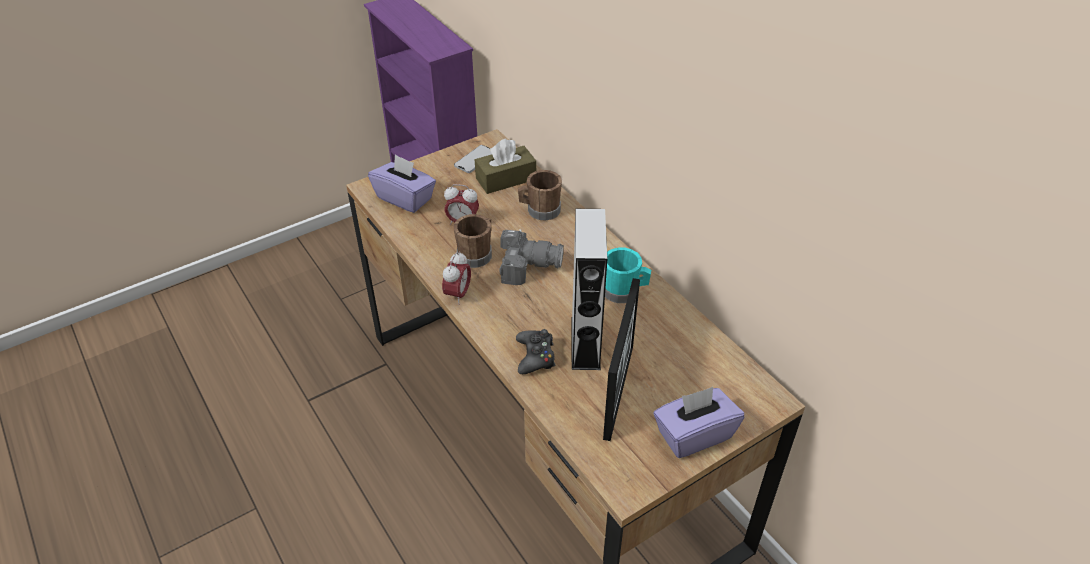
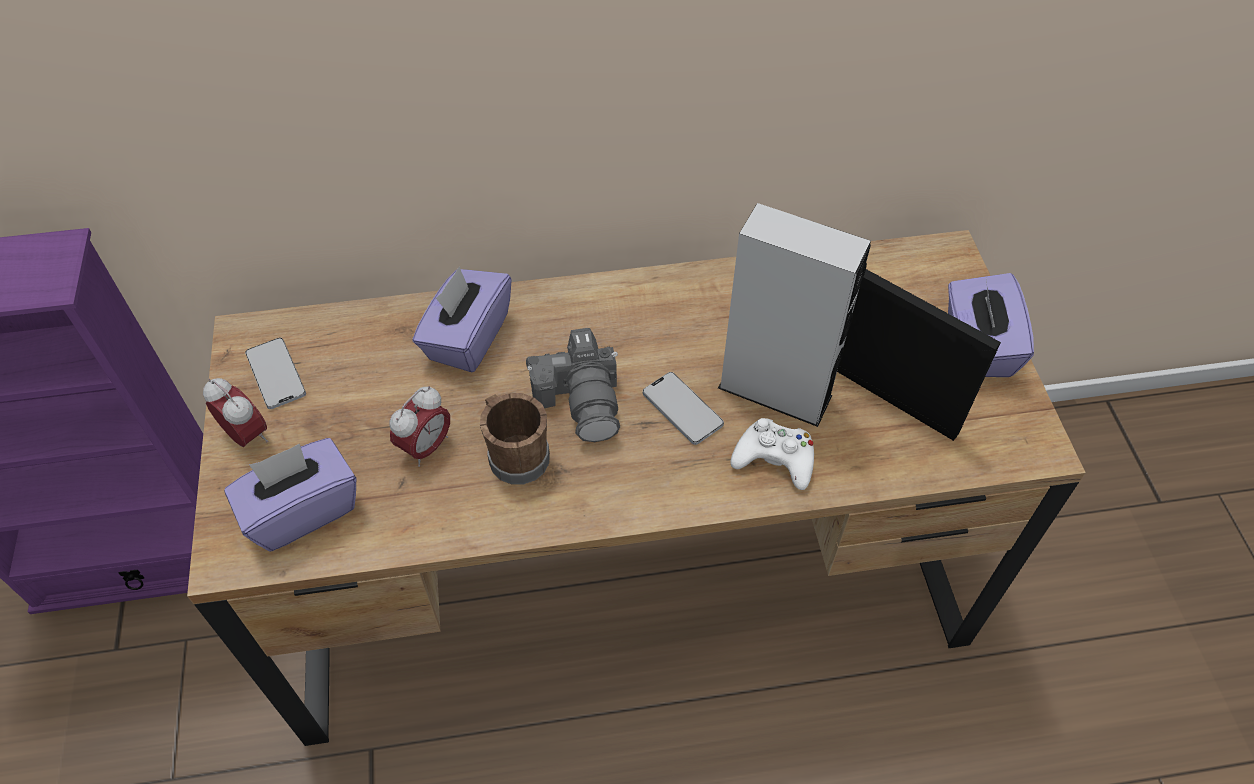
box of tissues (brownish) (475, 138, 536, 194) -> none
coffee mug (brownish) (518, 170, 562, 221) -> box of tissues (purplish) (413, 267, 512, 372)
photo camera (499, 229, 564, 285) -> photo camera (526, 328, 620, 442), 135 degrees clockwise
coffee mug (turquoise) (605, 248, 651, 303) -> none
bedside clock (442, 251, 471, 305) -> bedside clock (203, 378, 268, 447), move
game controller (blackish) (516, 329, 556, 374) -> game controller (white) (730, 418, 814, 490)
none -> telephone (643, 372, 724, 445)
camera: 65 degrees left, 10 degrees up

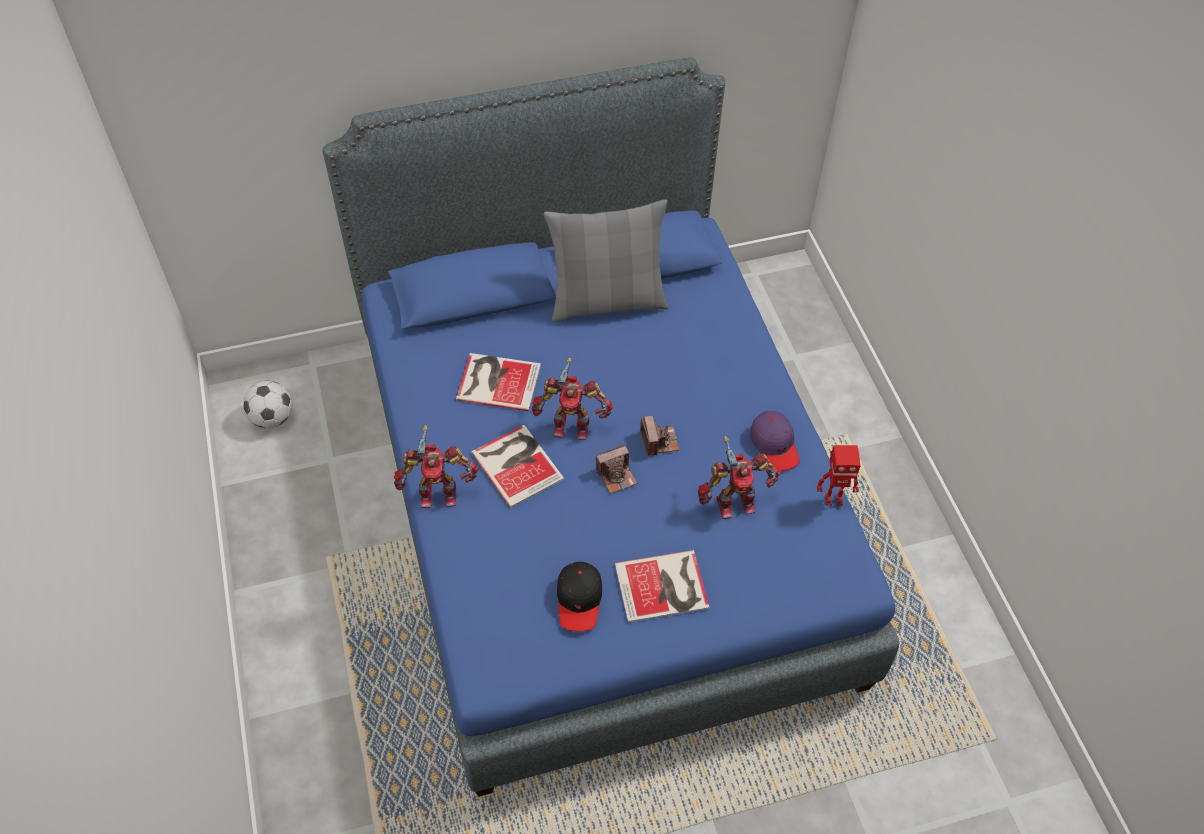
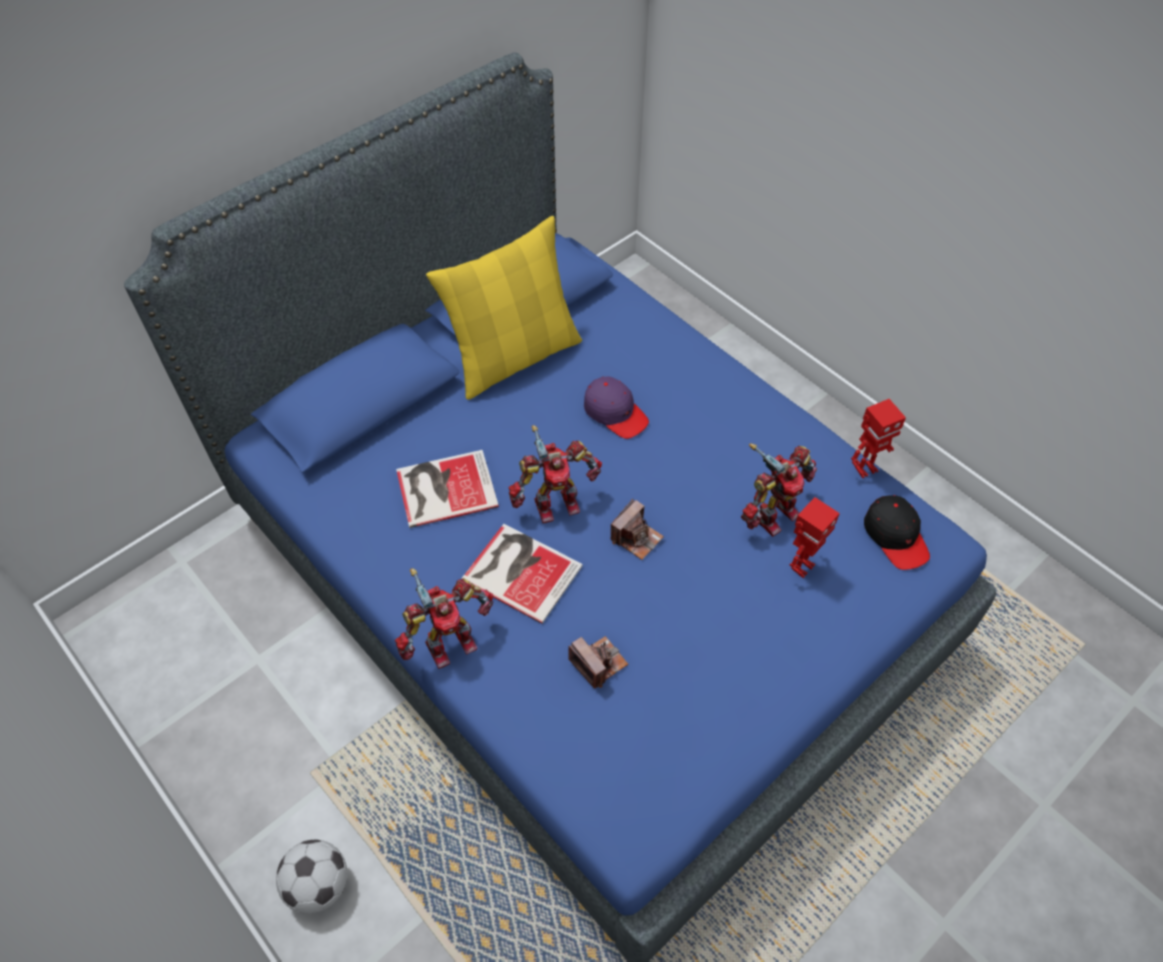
cushion (greyish) (544, 199, 668, 321) -> cushion (yellow) (426, 216, 582, 400)
football (243, 381, 292, 428) -> football (276, 840, 347, 914), move
cap (purplish) (750, 411, 799, 471) -> cap (purplish) (584, 376, 649, 439), move
photo camera (640, 416, 679, 457) -> photo camera (568, 636, 628, 689), move
book (615, 550, 709, 623) -> none
cap (blackish) (557, 562, 602, 632) -> cap (blackish) (864, 495, 930, 570), move
none -> model robot (790, 497, 840, 578)
camera: 25 degrees left, 0 degrees up

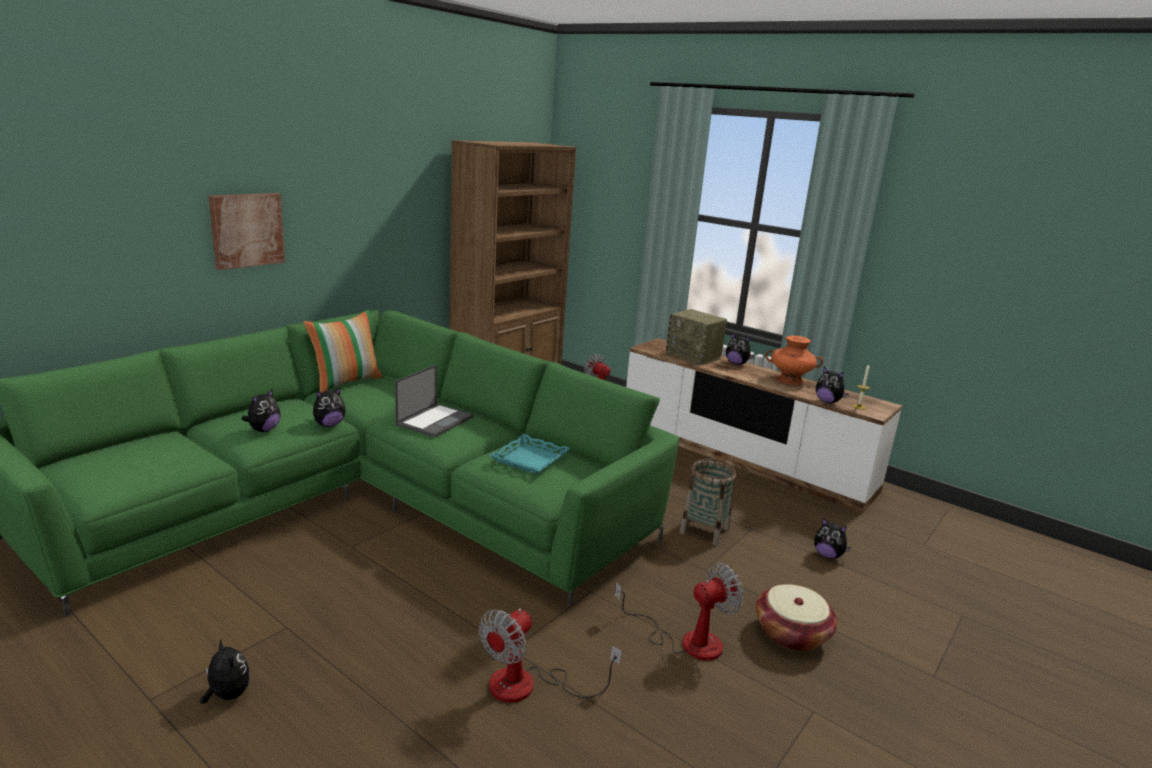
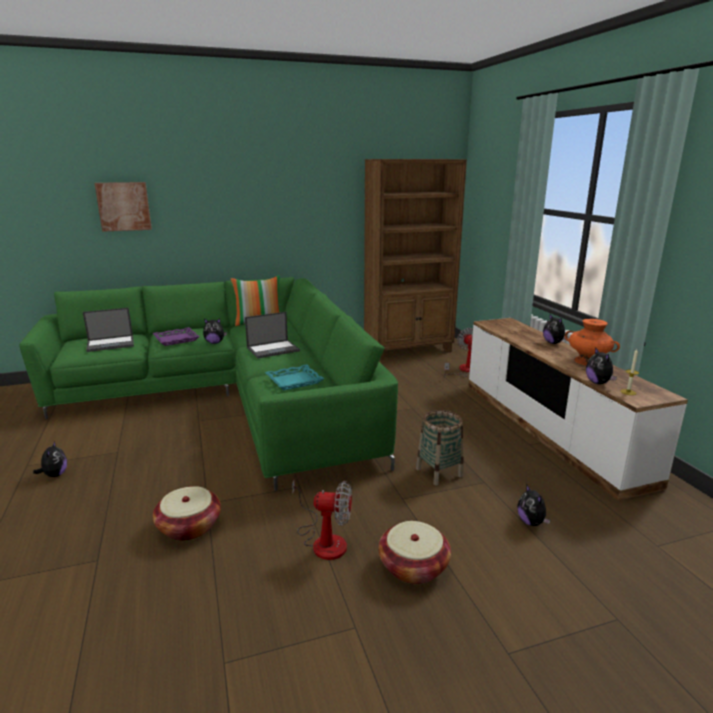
wall art (209, 193, 285, 270) -> wall art (94, 182, 152, 232), move
radio (666, 309, 727, 366) -> none
cuddly toy (242, 388, 281, 432) -> tray (purplish) (153, 327, 200, 346)
fan (479, 608, 622, 703) -> storage basket (153, 486, 221, 541)
none -> notebook computer (83, 308, 134, 352)
camera: 35 degrees right, 0 degrees up

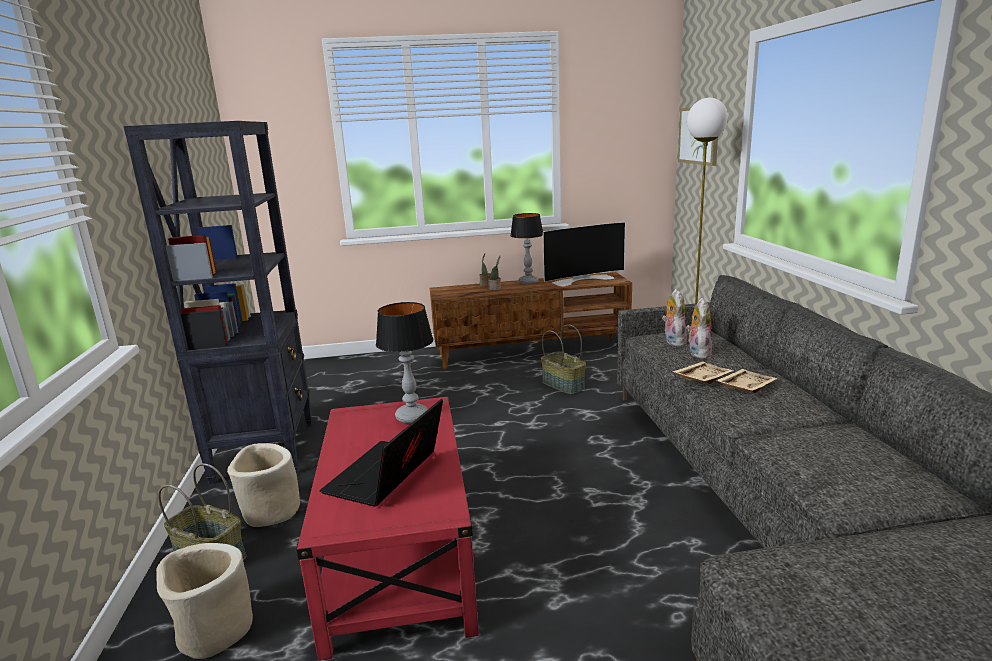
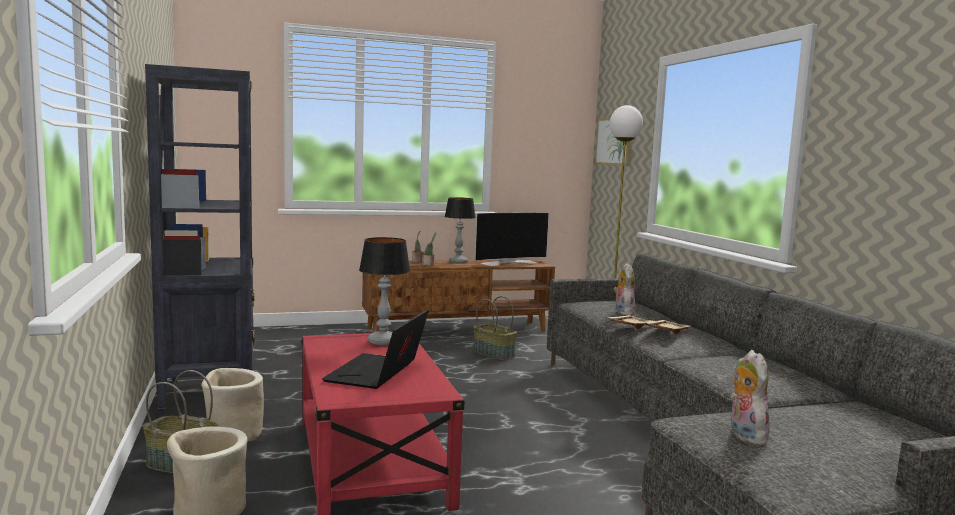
cuddly toy (662, 289, 687, 346) -> cuddly toy (730, 350, 770, 445), move
camera: 10 degrees left, 10 degrees down

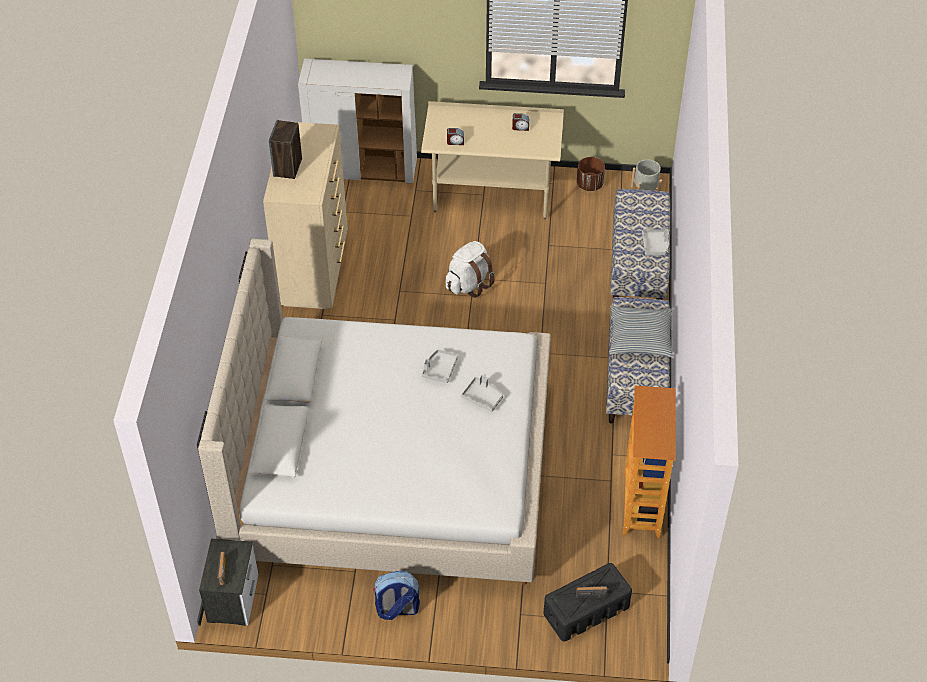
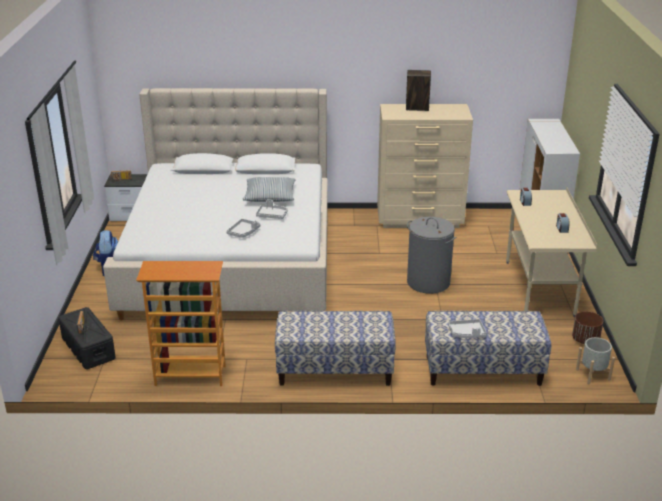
rucksack (white) (446, 241, 495, 298) -> hamper (greyish) (407, 217, 456, 294)
cushion (609, 305, 673, 357) -> cushion (243, 177, 296, 202), move
camera: 85 degrees right, 20 degrees down

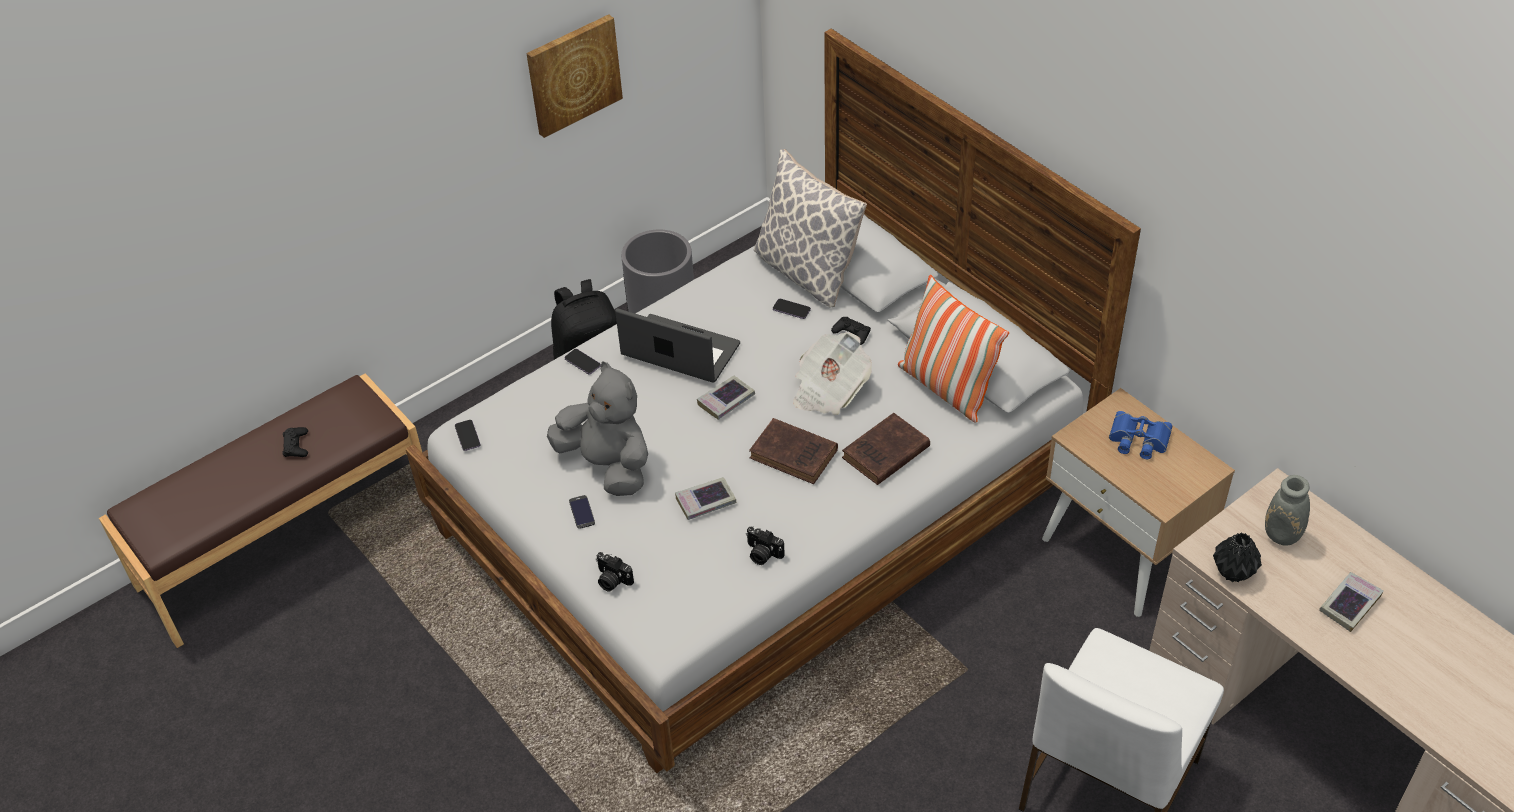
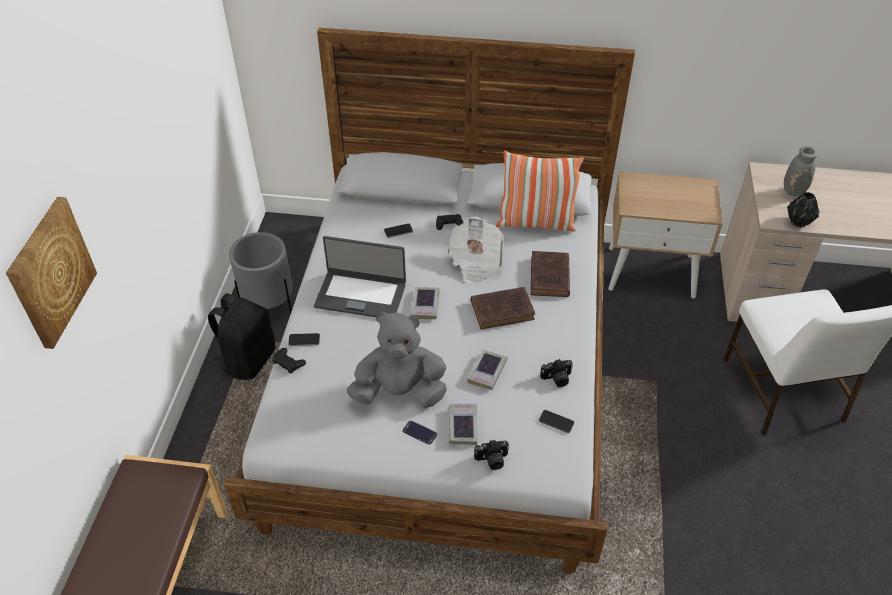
wall art (526, 14, 623, 138) -> wall art (6, 197, 97, 349), move
cushion (754, 149, 867, 308) -> none
notebook computer (615, 308, 740, 383) -> notebook computer (314, 236, 406, 317), 150 degrees counterclockwise
field glasses (blue-coloured) (1109, 411, 1172, 459) -> none
telephone (455, 420, 481, 451) -> telephone (539, 410, 574, 433), move
game controller (blackish) (282, 427, 308, 457) -> game controller (blackish) (272, 348, 306, 374), move
book (1319, 572, 1384, 632) -> book (449, 404, 477, 445), move
camera: 45 degrees left, 0 degrees up

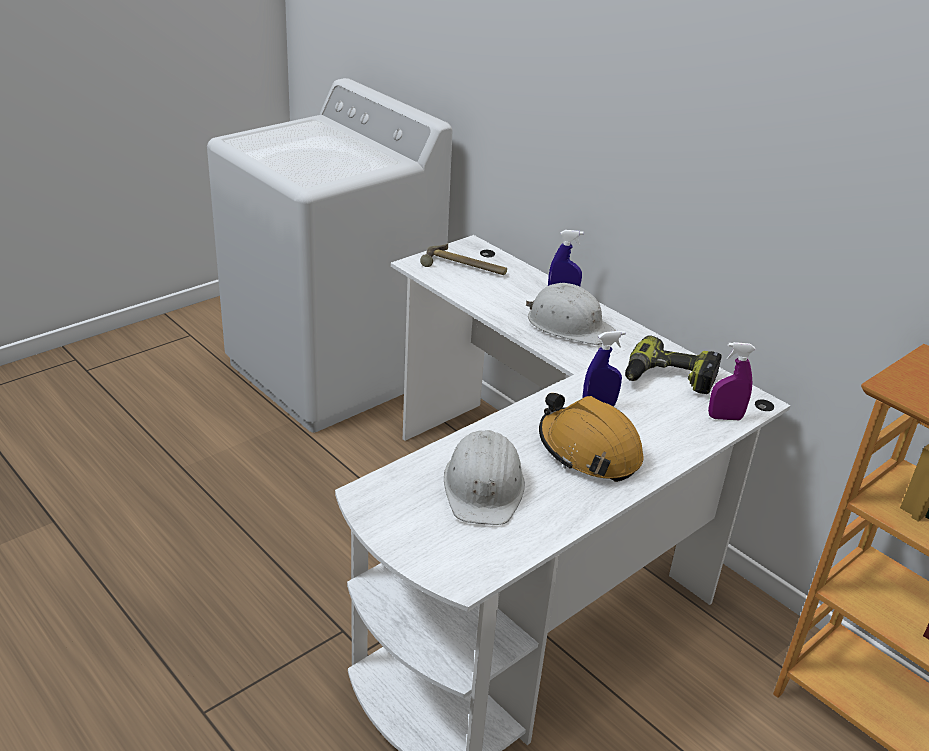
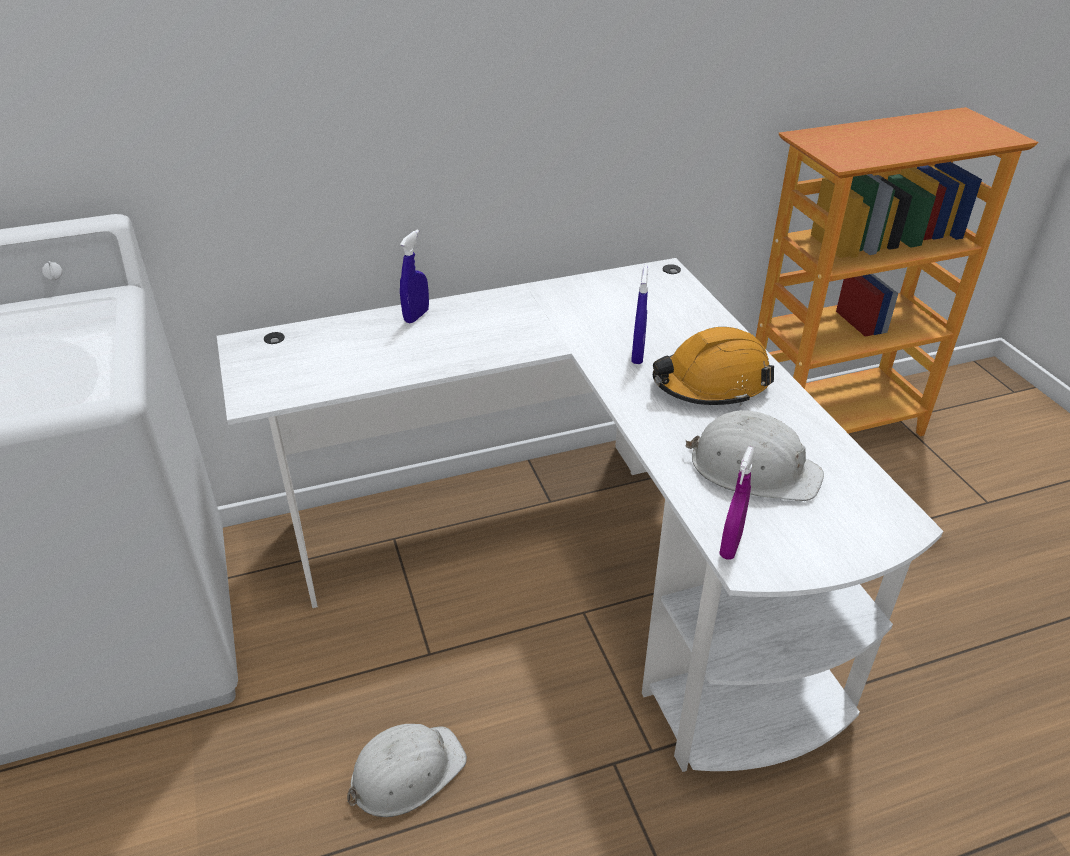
hand hammer (420, 244, 507, 275) -> none
work helmet (white) (526, 283, 616, 345) -> work helmet (white) (347, 724, 467, 817), move
electric drill (625, 335, 722, 394) -> none
spray bottle (purplish) (708, 342, 756, 420) -> spray bottle (purplish) (719, 446, 755, 560), move
camera: 65 degrees left, 5 degrees up

